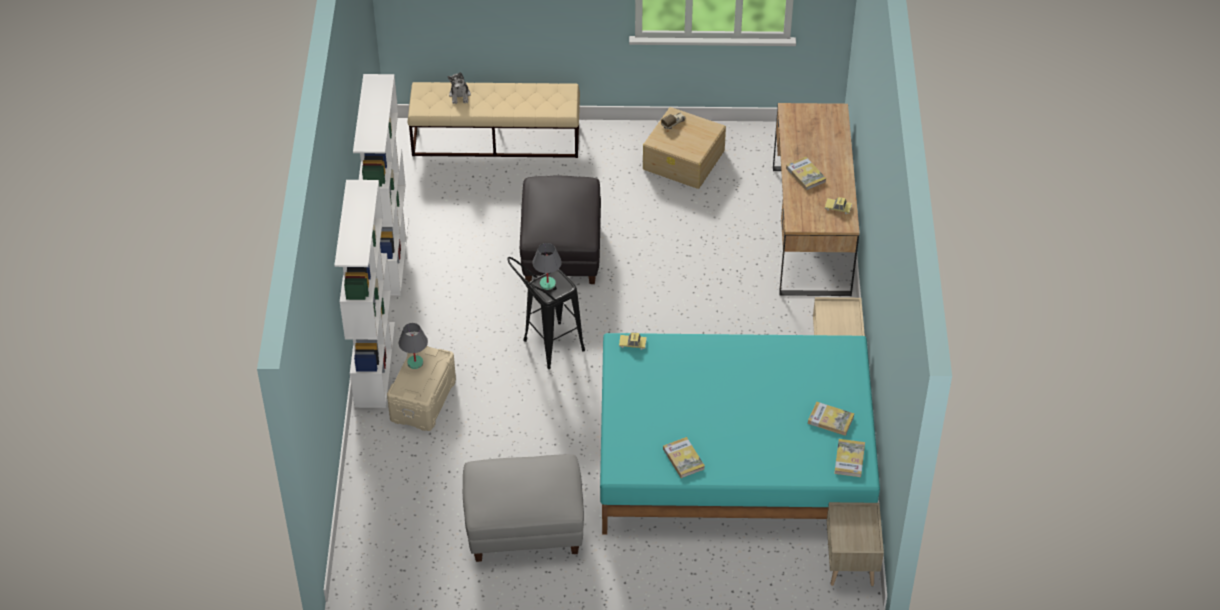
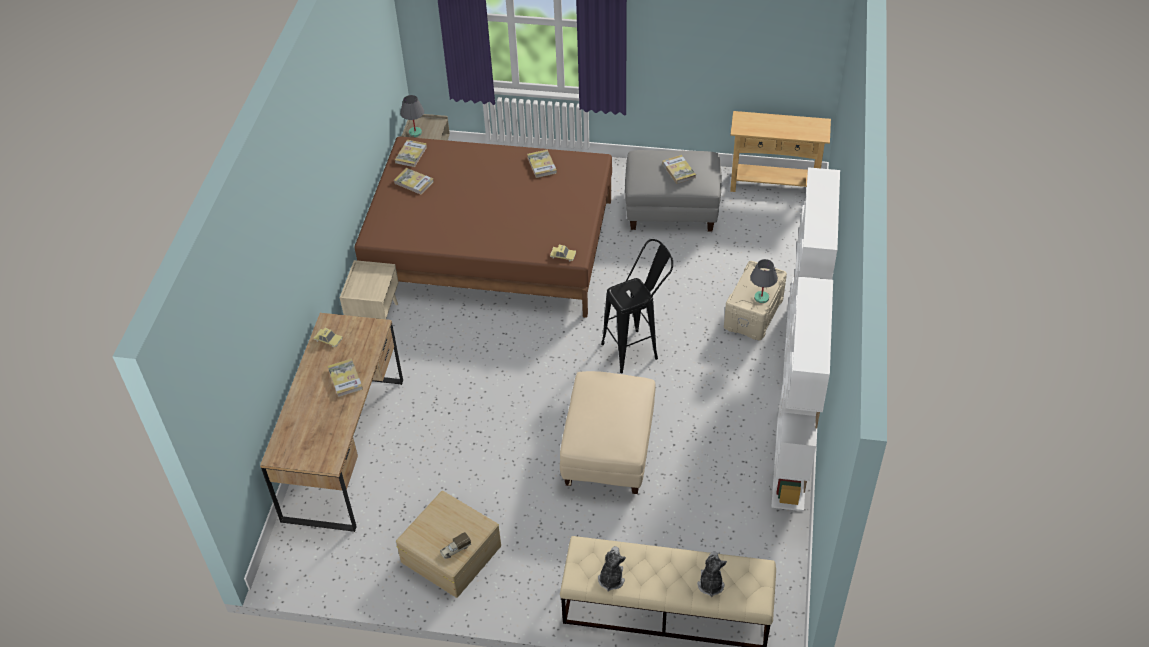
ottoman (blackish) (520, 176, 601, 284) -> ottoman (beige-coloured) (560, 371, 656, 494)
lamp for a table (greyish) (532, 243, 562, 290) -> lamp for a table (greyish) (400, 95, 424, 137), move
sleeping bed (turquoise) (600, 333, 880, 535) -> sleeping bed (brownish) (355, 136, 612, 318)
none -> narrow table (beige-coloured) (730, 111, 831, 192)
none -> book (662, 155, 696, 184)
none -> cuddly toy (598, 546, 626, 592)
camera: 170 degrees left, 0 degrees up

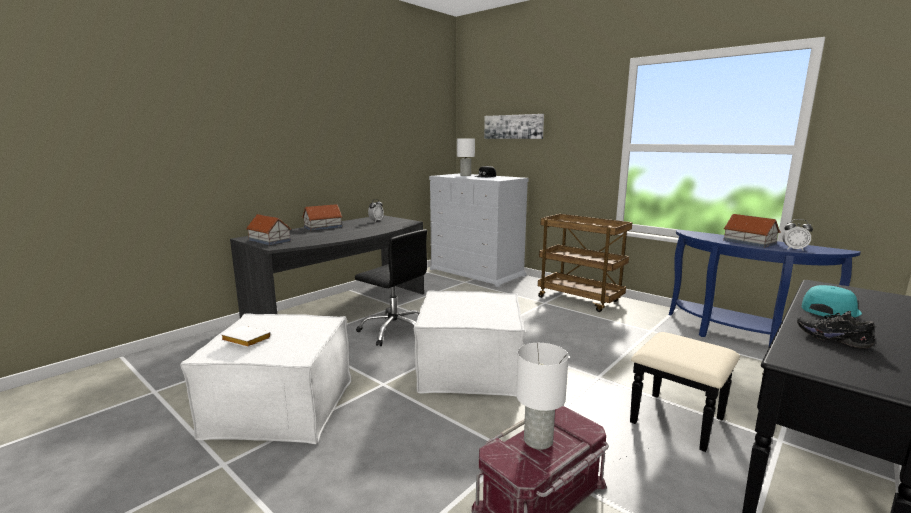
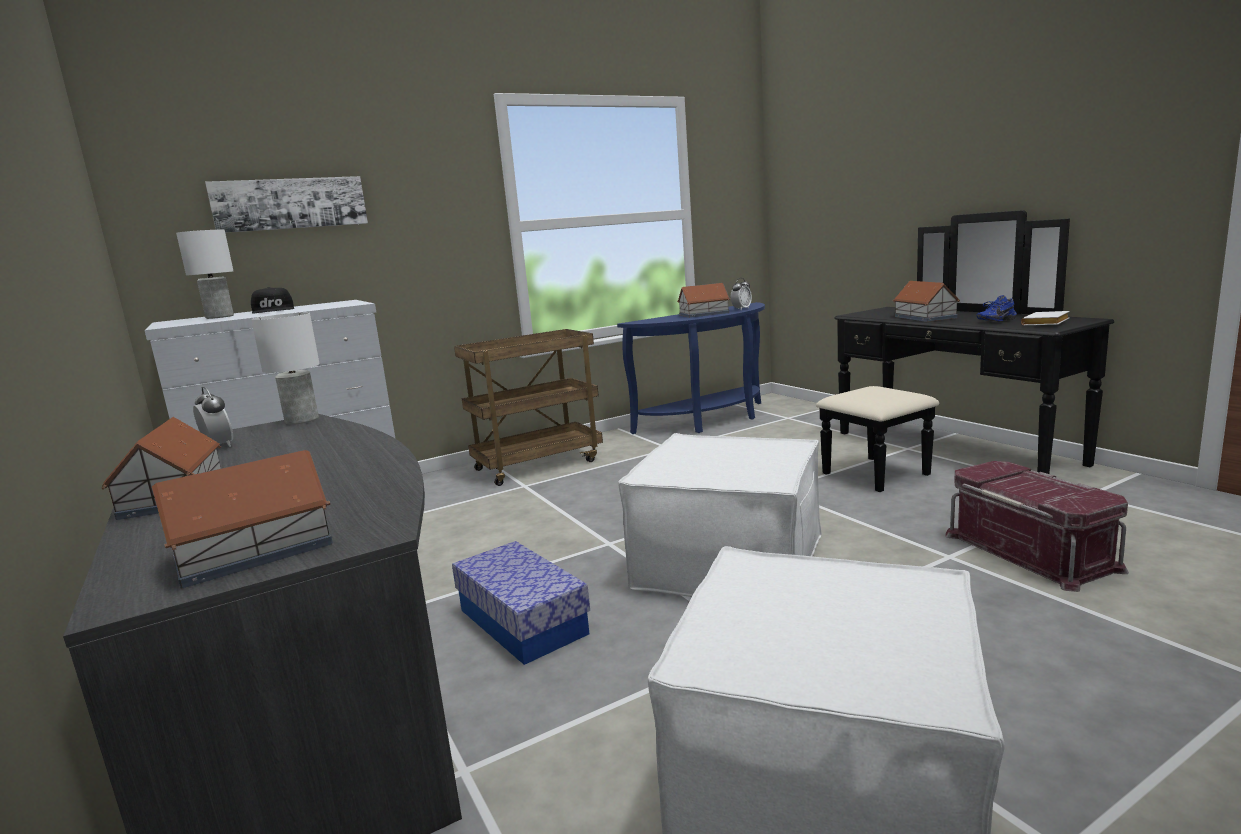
computer chair (blackish) (355, 229, 427, 346) -> storage container (452, 541, 590, 665)
cap (turquoise) (802, 285, 862, 318) -> miniature house (893, 281, 960, 322)
shoe (blackish) (797, 311, 875, 349) -> shoe (blue-coloured) (976, 295, 1017, 322)
book (white) (220, 326, 271, 347) -> book (white) (1021, 311, 1069, 325), move
lamp for a table (white) (516, 343, 569, 450) -> lamp for a table (white) (251, 312, 320, 425), move
camera: 70 degrees left, 0 degrees up

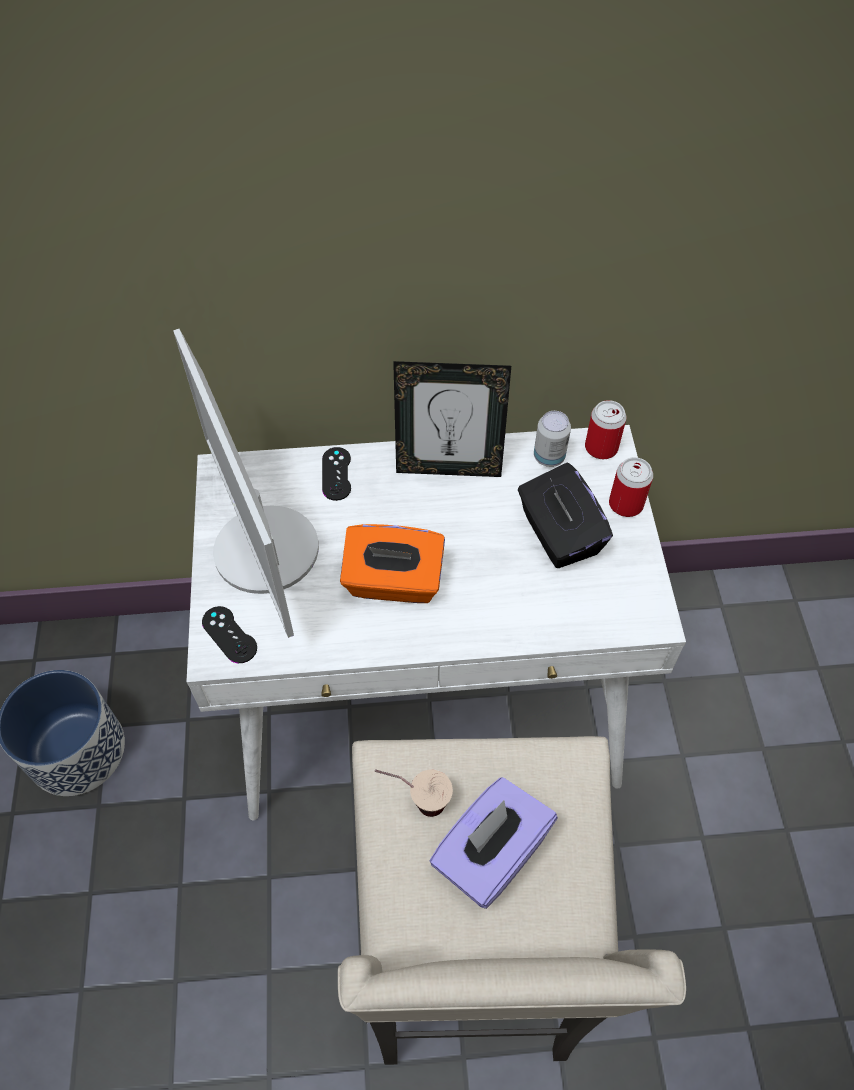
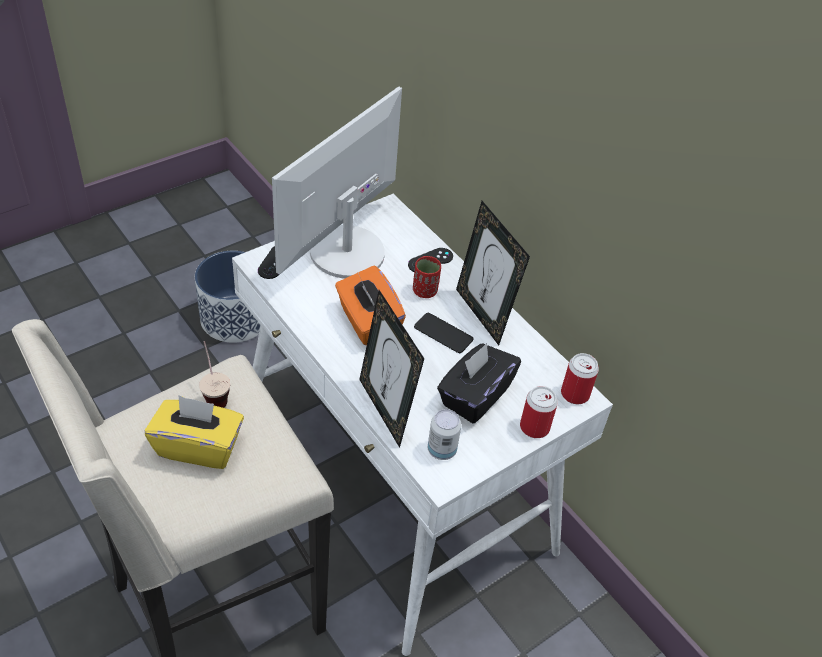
metal can (534, 411, 571, 467) -> metal can (428, 409, 462, 460), move
box of tissues (purplish) (430, 777, 558, 909) -> box of tissues (yellow) (145, 395, 244, 469)
none -> cup (red-coloured) (413, 256, 441, 298)
none -> standing frame (359, 290, 424, 448)
none -> telephone (414, 313, 473, 353)
camera: 55 degrees right, 10 degrees down

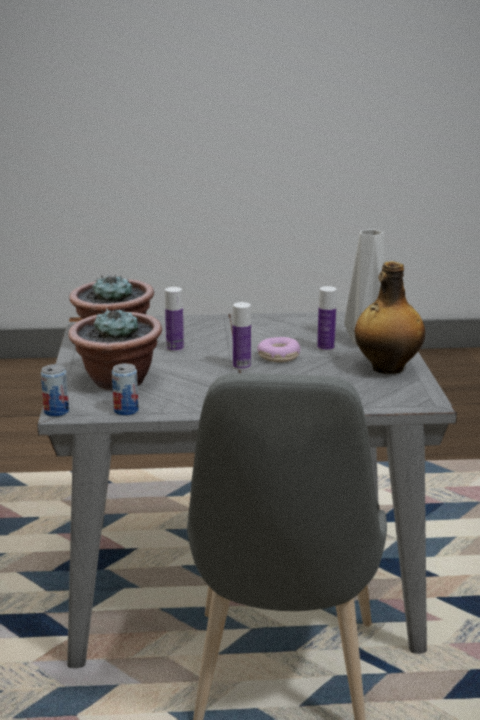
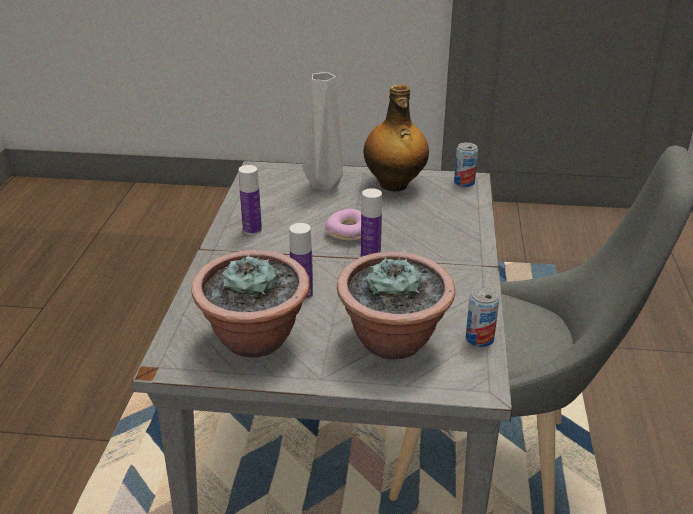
beverage bottle (317, 286, 337, 351) -> beverage bottle (239, 165, 262, 235), move
metal can (41, 364, 69, 417) -> metal can (454, 142, 478, 187), move
camera: 80 degrees left, 10 degrees up

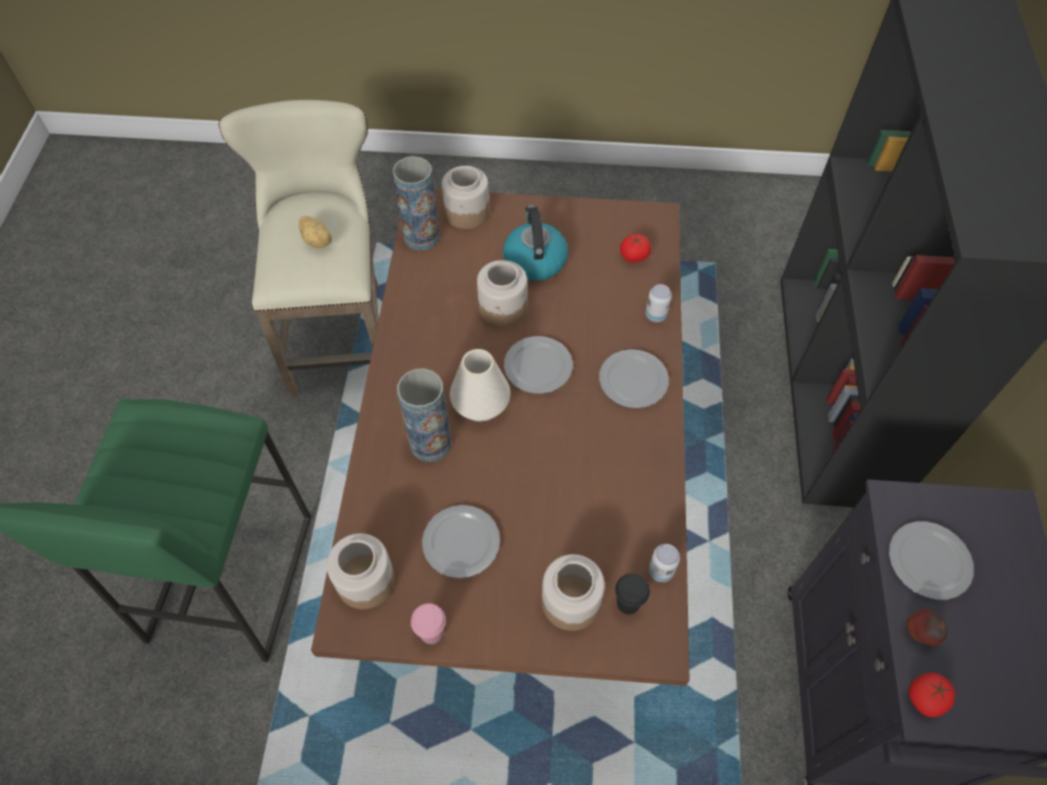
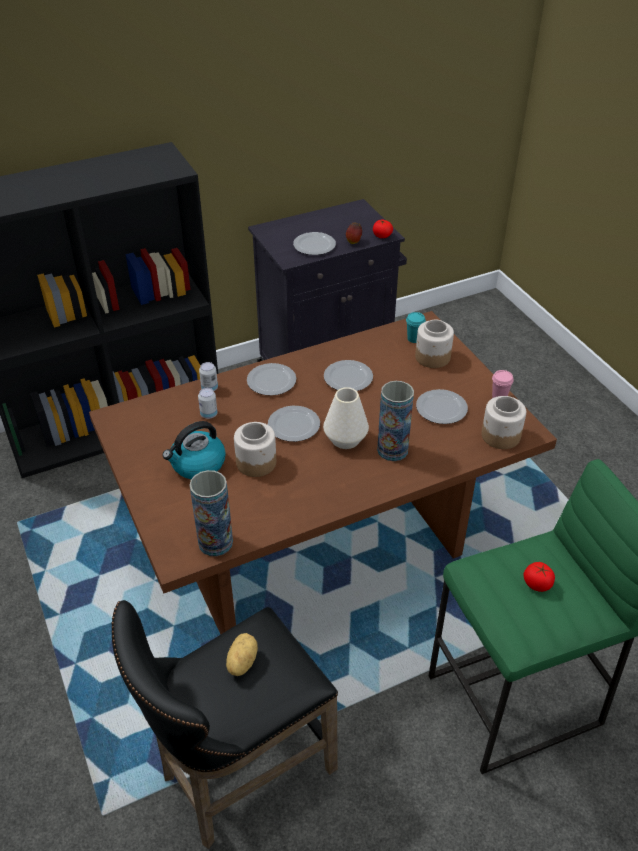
stool (beige-coloured) (218, 100, 379, 397) -> stool (blackish) (111, 600, 338, 849)
preserve jar (442, 166, 489, 229) -> none
whole tomato (620, 234, 651, 263) -> whole tomato (524, 562, 555, 592), move
metal can (648, 544, 680, 582) -> metal can (198, 388, 217, 419), move
cup (blackish) (615, 574, 650, 614) -> cup (turquoise) (406, 312, 426, 343)
none -> plate (324, 360, 373, 391)
camera: 120 degrees left, 15 degrees down

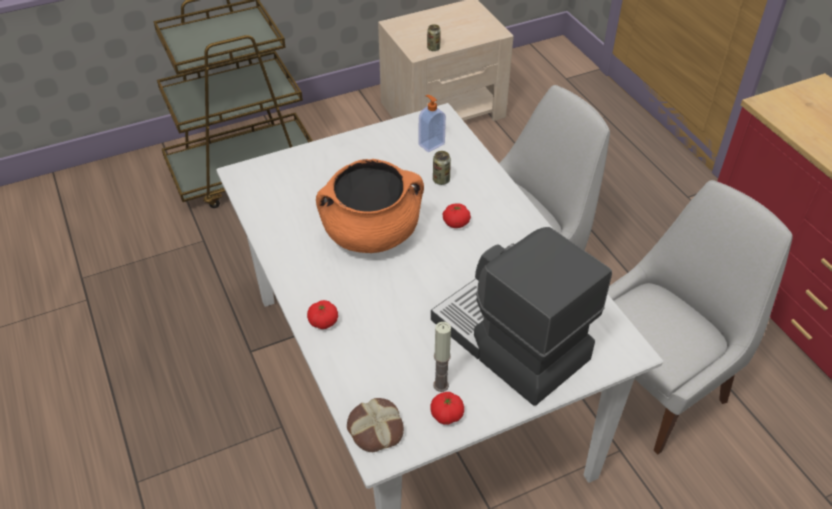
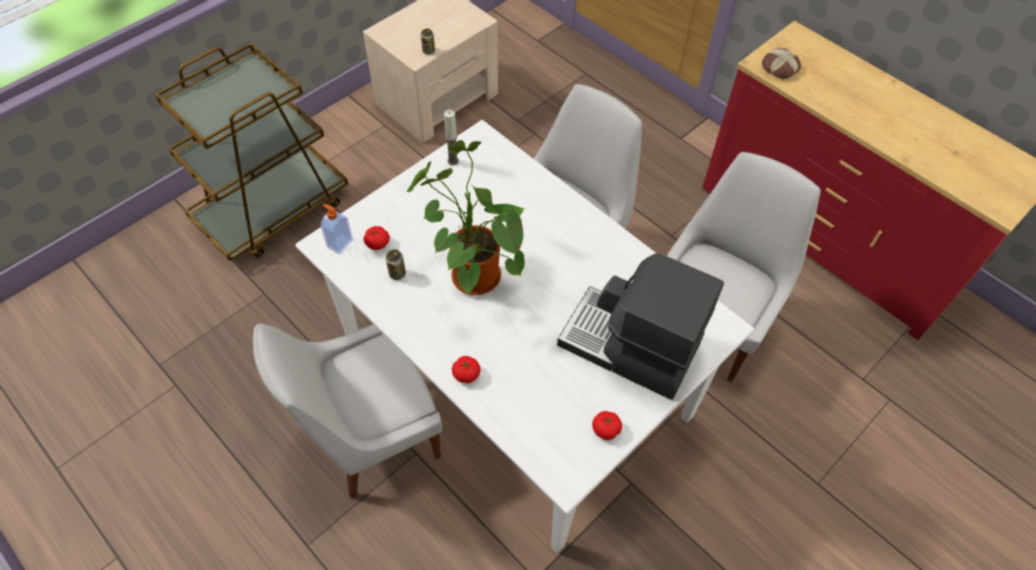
soap bottle (419, 95, 446, 152) -> soap bottle (321, 204, 353, 254), move
metal can (433, 151, 451, 185) -> metal can (386, 249, 406, 280), move
stockpot (orange) (316, 159, 424, 253) -> plant in a pot (407, 140, 526, 295)
whole tomato (443, 203, 471, 228) -> whole tomato (363, 226, 390, 250), move
wax light (433, 322, 451, 392) -> wax light (444, 110, 459, 165), move
bakery bread (347, 398, 404, 452) -> bakery bread (762, 48, 801, 79), move
none -> chair (white) (253, 323, 442, 499)
camera: 20 degrees left, 10 degrees up

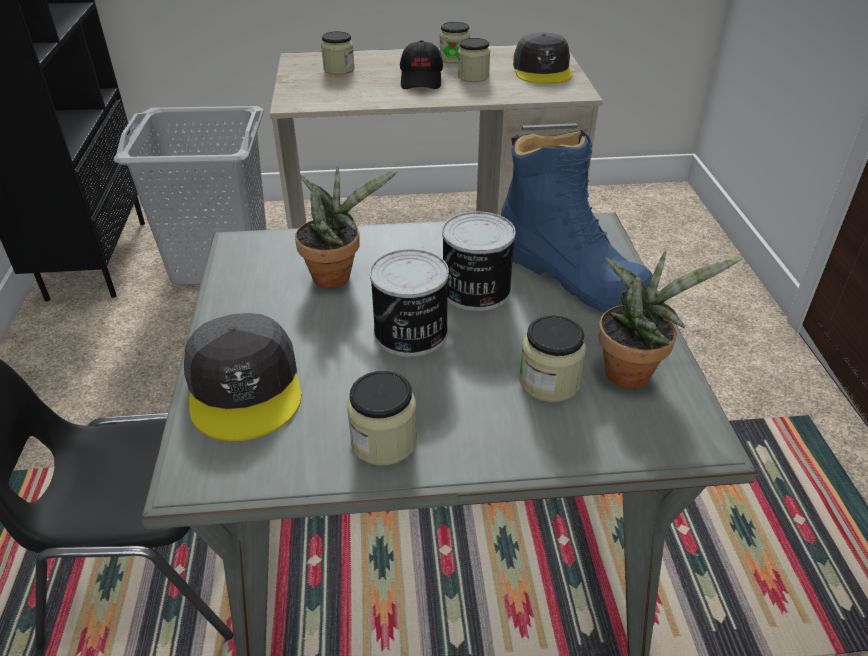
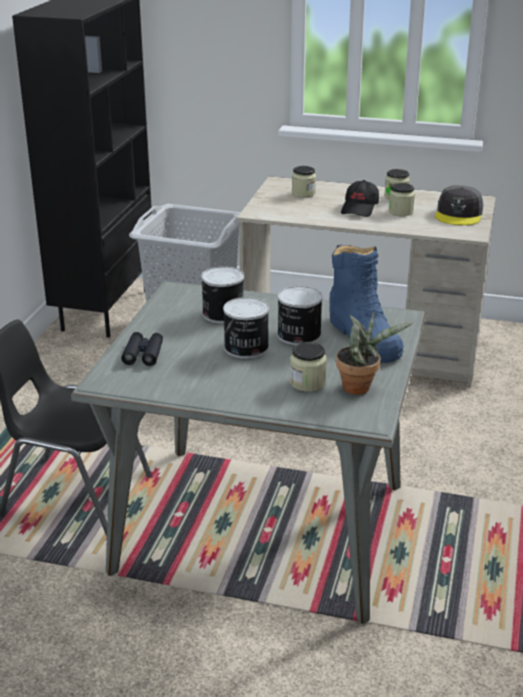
plant in a pot (295, 166, 398, 288) -> metal can (201, 266, 244, 324)
cap (greyish) (184, 313, 301, 441) -> field glasses (blackish) (121, 332, 163, 366)
preserve jar (347, 371, 417, 465) -> none
camera: 20 degrees right, 10 degrees down

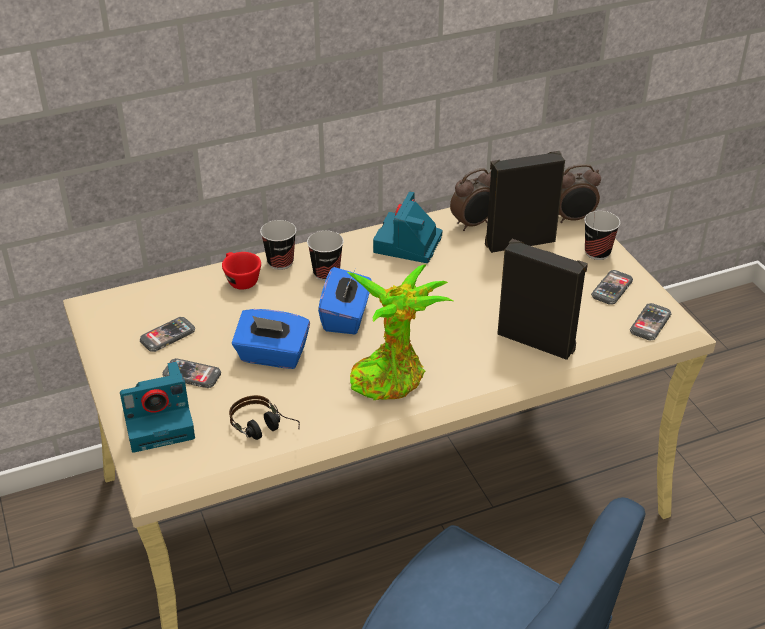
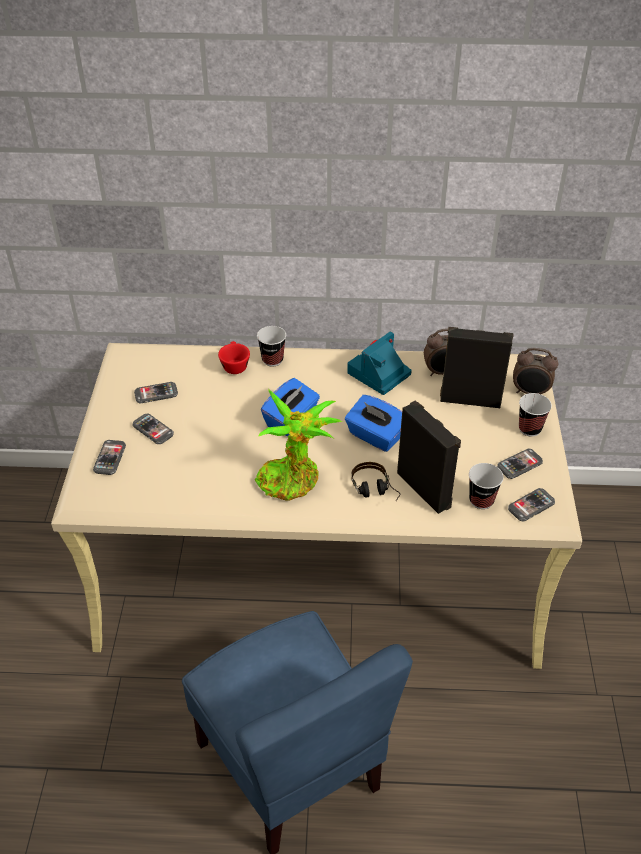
cup (307, 231, 344, 281) -> cup (469, 463, 504, 509), move
box of tissues (blue-coloured) (232, 309, 310, 369) -> box of tissues (blue-coloured) (345, 395, 402, 452), move
photo camera (120, 362, 195, 453) -> telephone (93, 440, 126, 475)
pair of headphones (229, 395, 300, 440) -> pair of headphones (351, 462, 400, 501), move
camera: 25 degrees right, 5 degrees up

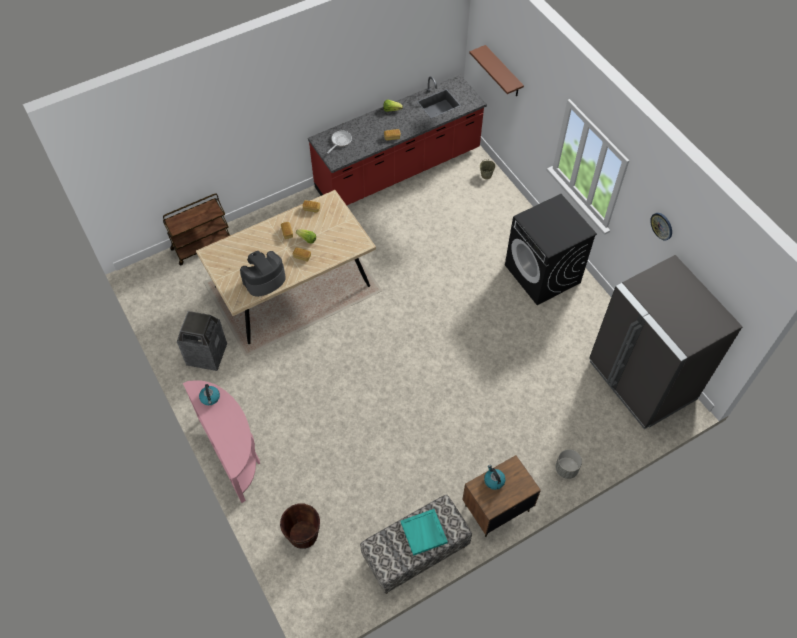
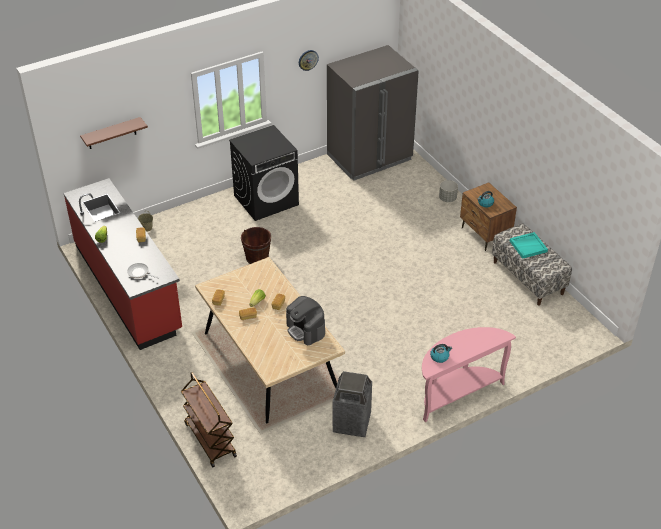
pail (brownish) (280, 504, 320, 549) -> pail (brownish) (241, 227, 271, 264), move
camera: 90 degrees left, 15 degrees down

